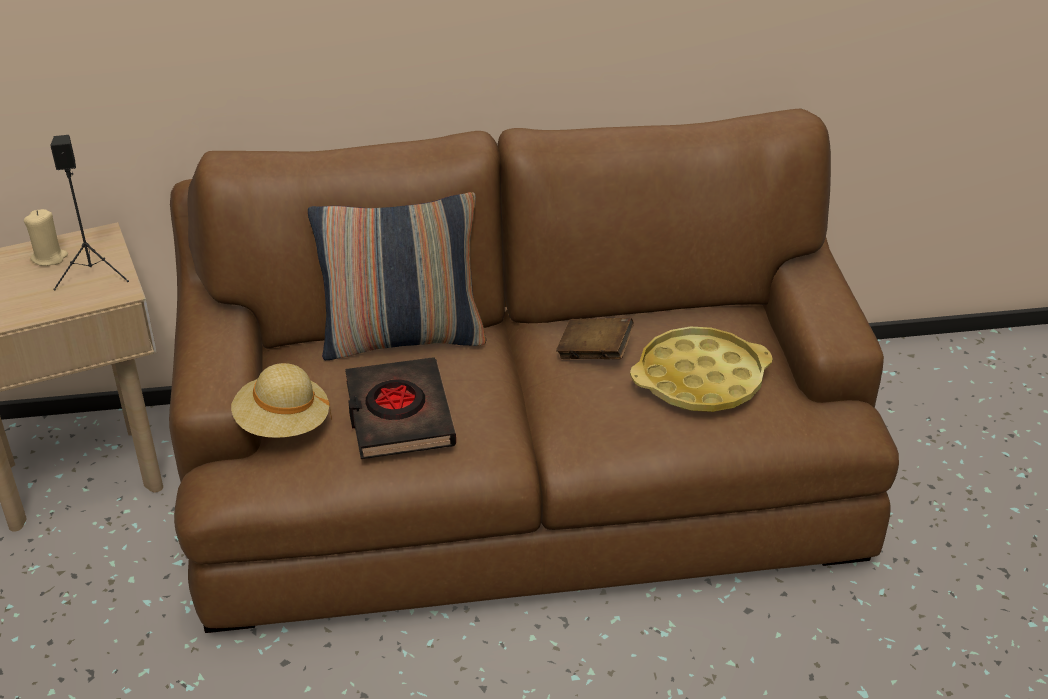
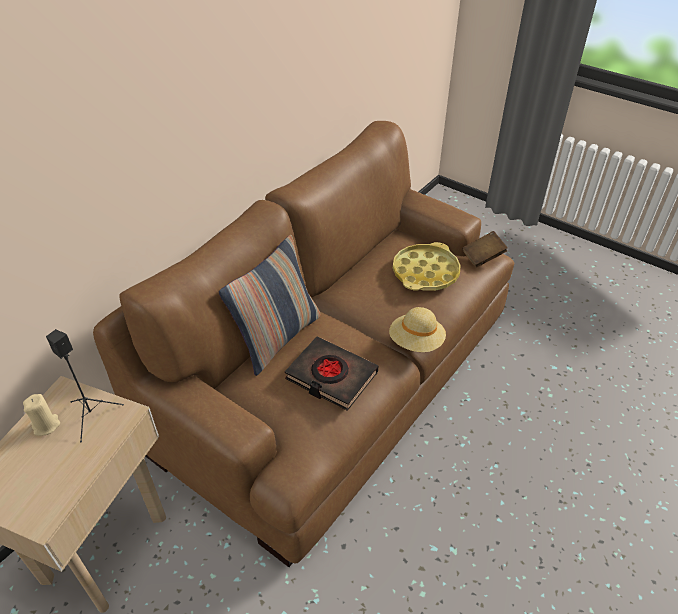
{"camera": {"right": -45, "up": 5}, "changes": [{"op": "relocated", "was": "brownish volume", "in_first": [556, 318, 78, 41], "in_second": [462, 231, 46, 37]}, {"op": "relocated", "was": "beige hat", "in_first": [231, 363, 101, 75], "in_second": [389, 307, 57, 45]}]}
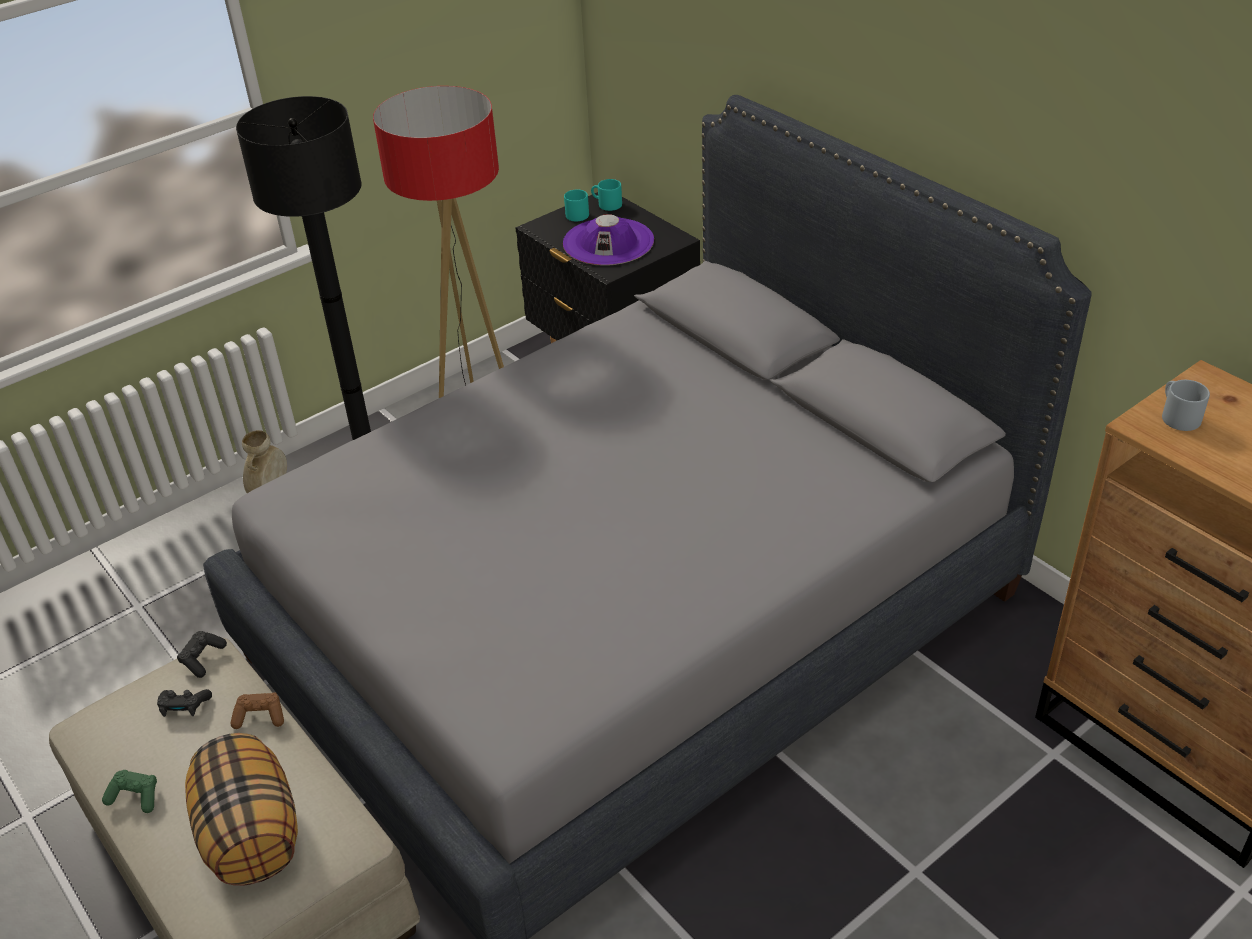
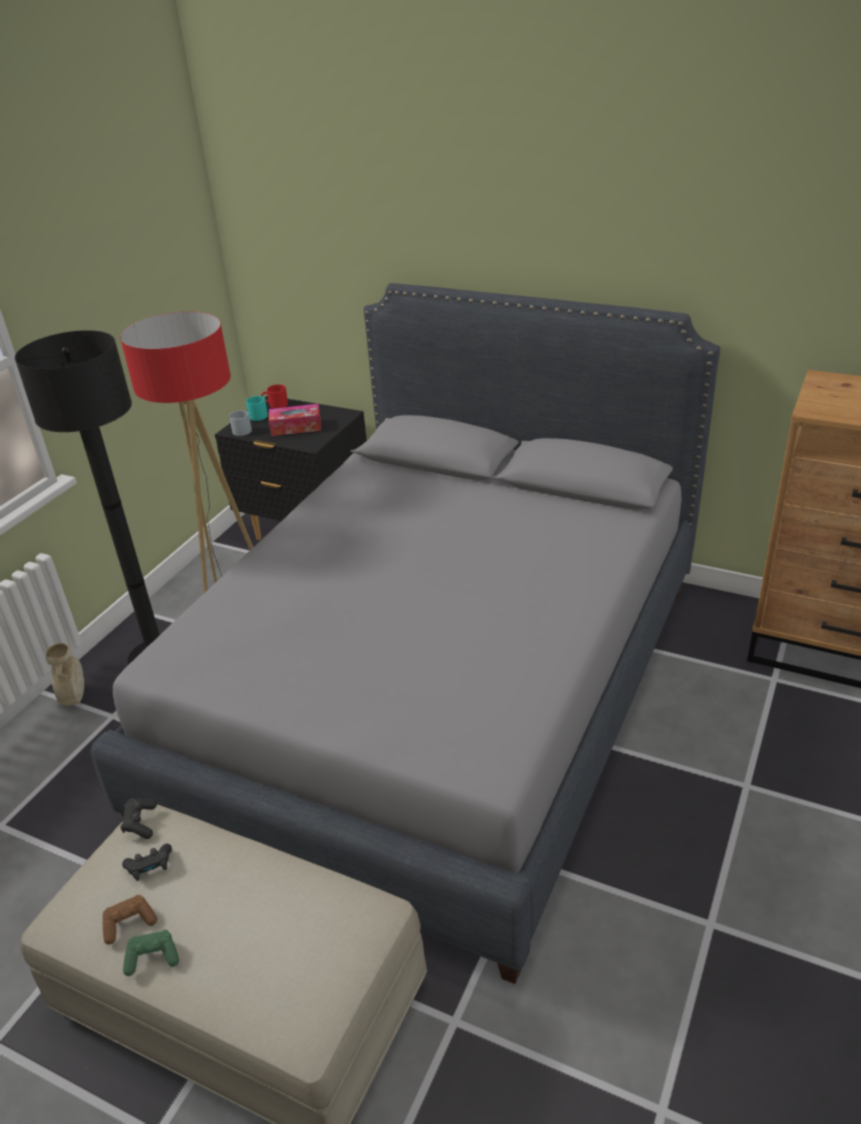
{"camera": {"right": -25, "up": -5}, "changes": [{"op": "colour", "was": "turquoise mug", "now": "reddish mug", "in_first": [591, 179, 31, 32], "in_second": [261, 384, 27, 25]}, {"op": "exchanged", "was": "purple-coloured hat", "now": "tissue holder", "in_first": [563, 214, 91, 51], "in_second": [269, 404, 52, 32]}, {"op": "relocated", "was": "gray mug", "in_first": [1162, 380, 48, 51], "in_second": [229, 410, 23, 26]}, {"op": "relocated", "was": "brownish gamepad", "in_first": [231, 692, 53, 37], "in_second": [103, 895, 54, 50]}, {"op": "missing", "was": "cushion", "in_first": [185, 733, 113, 153]}]}
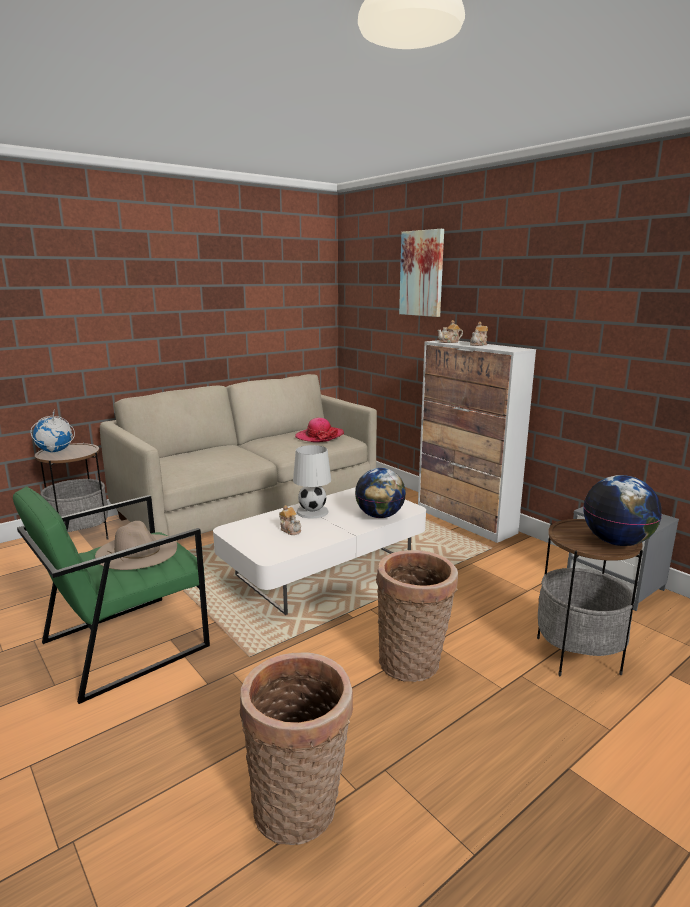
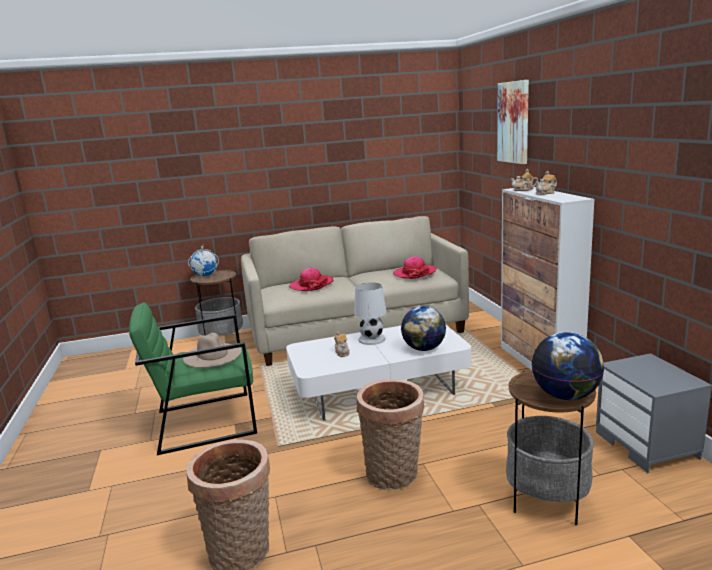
{"camera": {"right": 25, "up": 0}, "changes": [{"op": "appeared", "now": "hat", "in_second": [289, 268, 44, 23]}]}
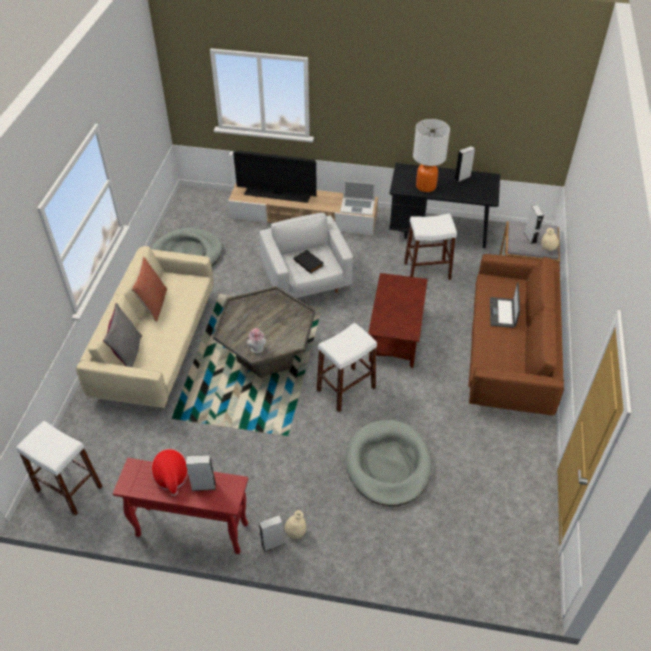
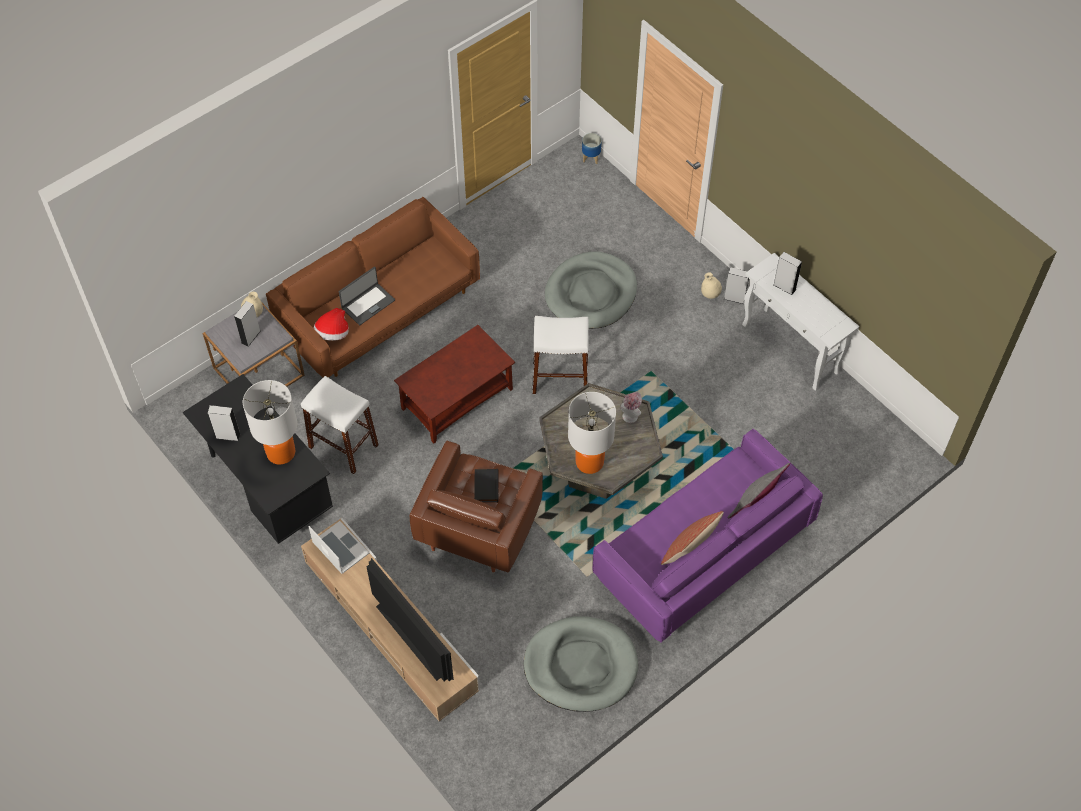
{"camera": {"right": -140, "up": 10}, "changes": [{"op": "colour", "was": "whitish lounge chair", "now": "brownish lounge chair", "in_first": [259, 213, 94, 85], "in_second": [410, 440, 133, 133]}, {"op": "colour", "was": "beige sofa", "now": "purple-coloured sofa", "in_first": [76, 246, 138, 162], "in_second": [593, 429, 230, 214]}, {"op": "missing", "was": "whitish stool seat", "in_first": [16, 421, 87, 95]}, {"op": "relocated", "was": "hat", "in_first": [151, 449, 37, 47], "in_second": [314, 308, 35, 33]}, {"op": "colour", "was": "reddish narrow table", "now": "whitish narrow table", "in_first": [112, 458, 136, 96], "in_second": [742, 253, 117, 138]}, {"op": "appeared", "now": "plant pot", "in_second": [582, 133, 20, 31]}, {"op": "appeared", "now": "table lamp", "in_second": [568, 392, 48, 82]}]}
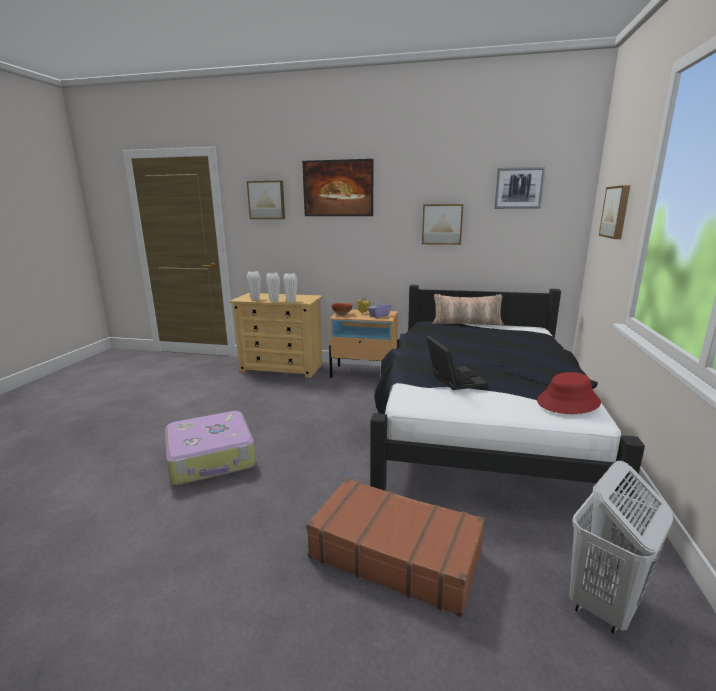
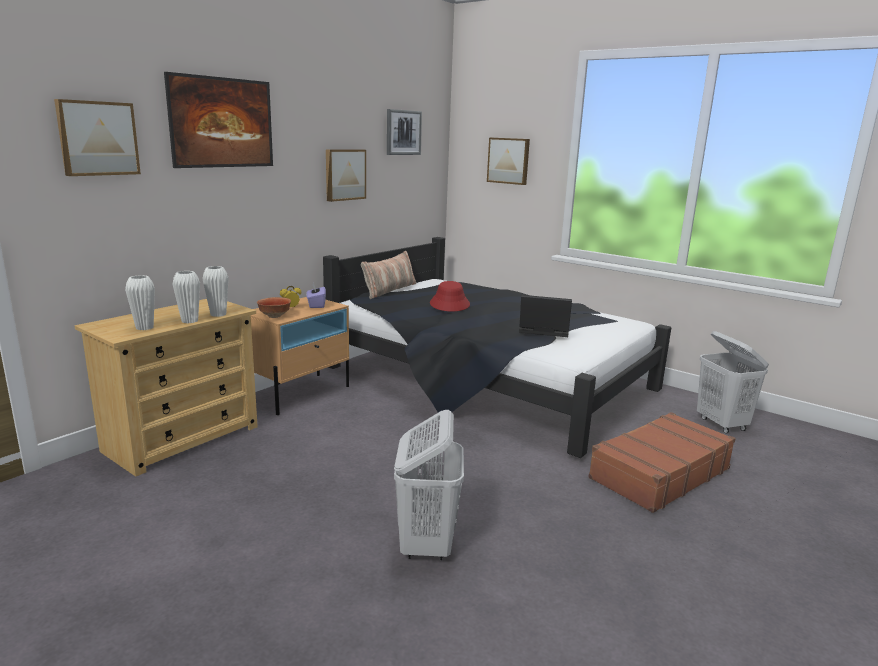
{"camera": {"right": -65, "up": 0}, "changes": [{"op": "relocated", "was": "reddish hat", "in_first": [537, 372, 64, 42], "in_second": [430, 281, 40, 31]}, {"op": "exchanged", "was": "suitcase", "now": "whitish washing basket", "in_first": [165, 411, 91, 74], "in_second": [394, 410, 70, 150]}]}
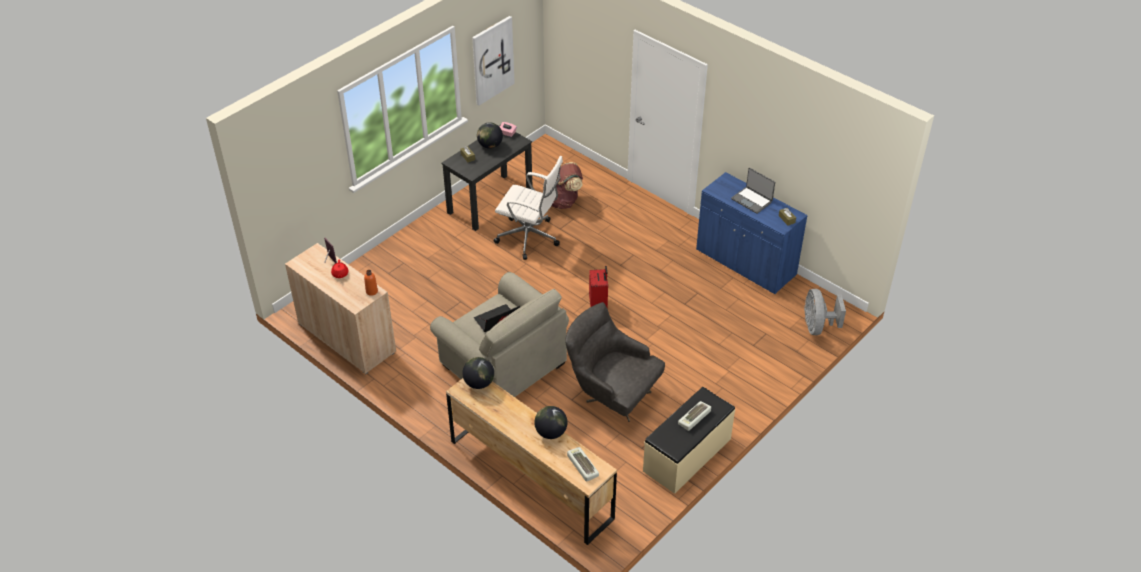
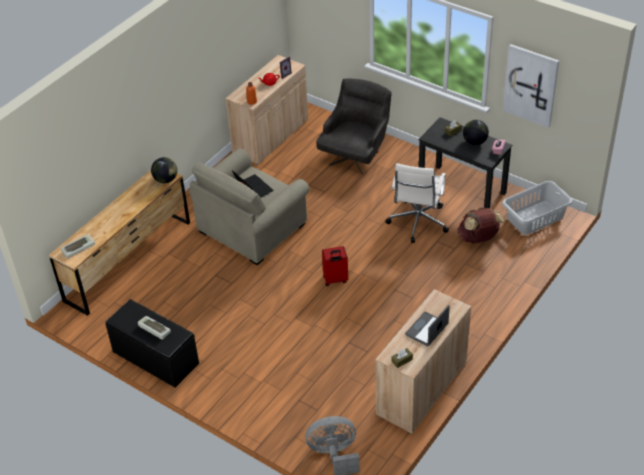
{"camera": {"right": 85, "up": 0}, "changes": [{"op": "colour", "was": "bluish cupboard", "now": "beige cupboard", "in_first": [696, 172, 112, 122], "in_second": [375, 289, 96, 145]}, {"op": "relocated", "was": "gray lounge chair", "in_first": [565, 302, 100, 120], "in_second": [316, 79, 76, 95]}, {"op": "colour", "was": "beige bench", "now": "black-coloured bench", "in_first": [643, 387, 92, 107], "in_second": [105, 299, 94, 89]}, {"op": "missing", "was": "desk globe", "in_first": [534, 406, 33, 33]}, {"op": "appeared", "now": "gray washing basket", "in_second": [502, 181, 71, 54]}]}
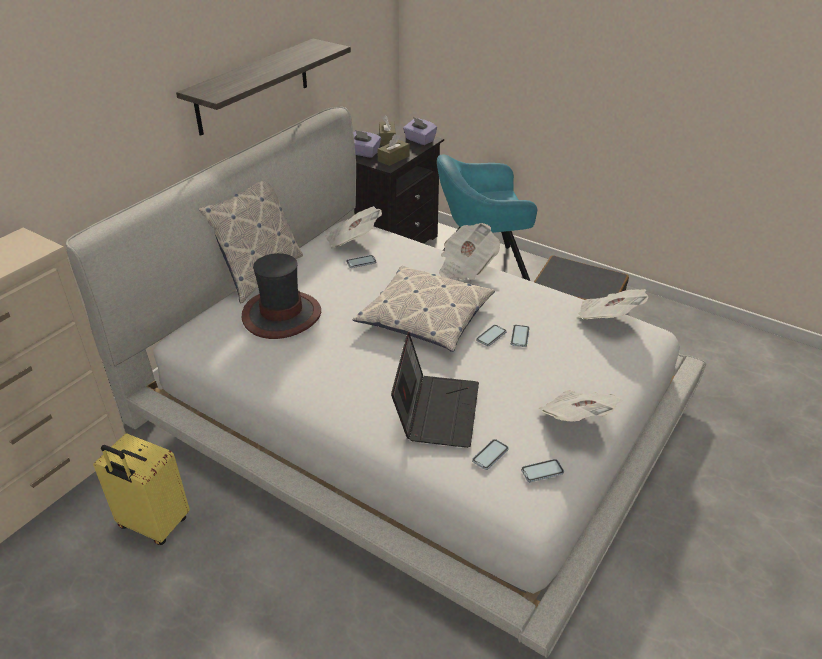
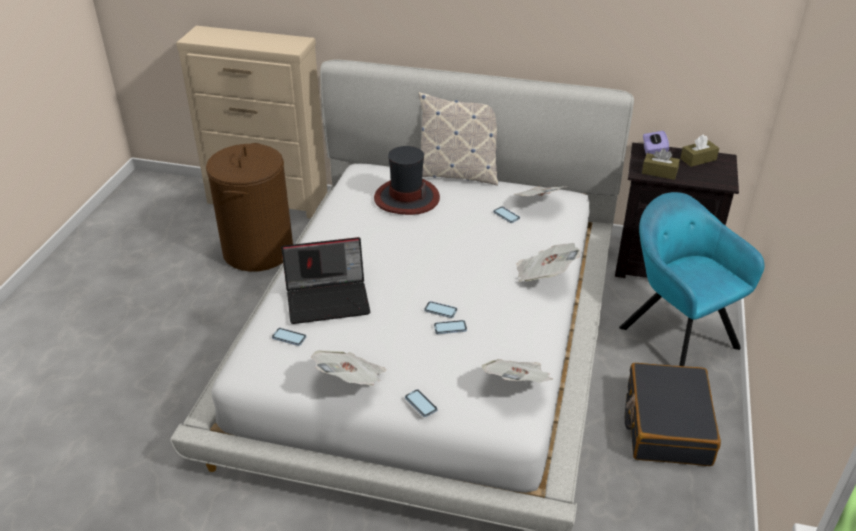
{"camera": {"right": 70, "up": 0}, "changes": [{"op": "missing", "was": "bracket shelf", "in_first": [176, 39, 175, 97]}, {"op": "missing", "was": "purple-coloured tissue holder", "in_first": [403, 117, 34, 28]}, {"op": "missing", "was": "cushion", "in_first": [353, 266, 142, 86]}, {"op": "exchanged", "was": "yellow-coloured suitcase", "now": "brownish washing basket", "in_first": [93, 433, 97, 112], "in_second": [206, 143, 87, 129]}, {"op": "relocated", "was": "phone", "in_first": [521, 459, 43, 23], "in_second": [405, 389, 32, 28]}]}
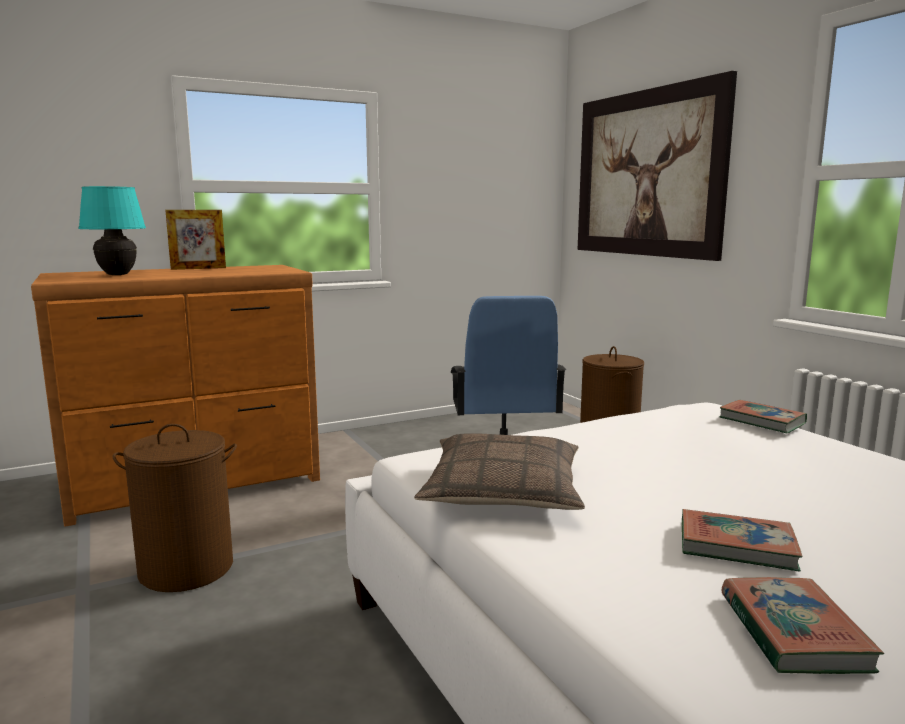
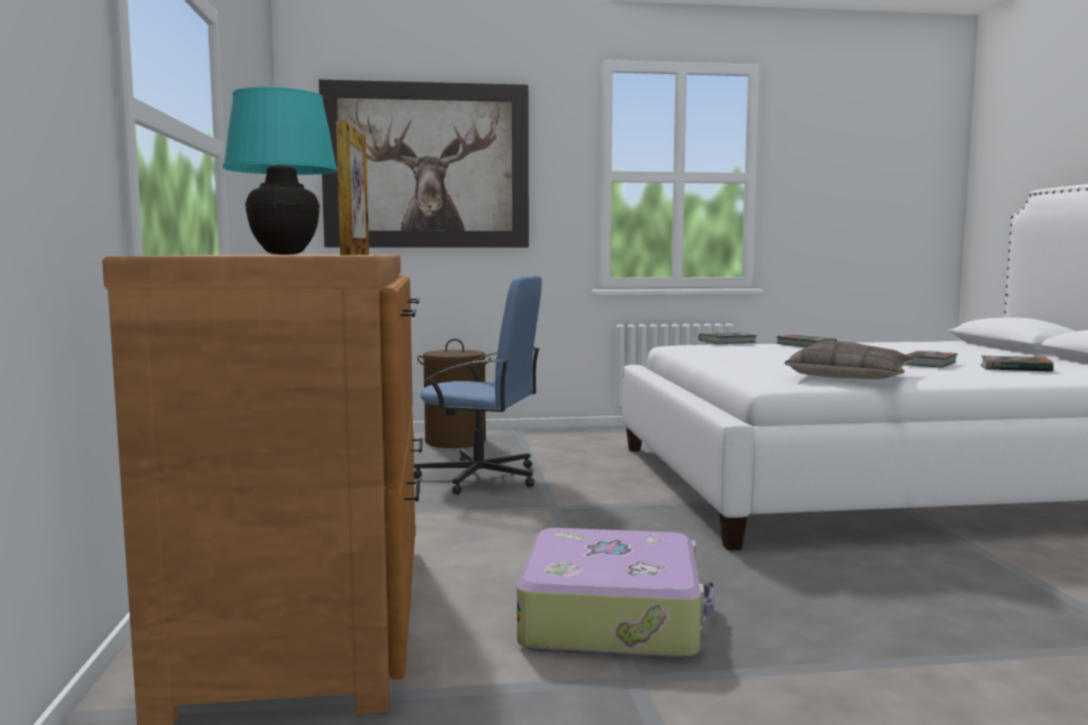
{"camera": {"right": -70, "up": -5}, "changes": [{"op": "relocated", "was": "picture frame", "in_first": [165, 210, 61, 60], "in_second": [336, 120, 33, 135]}, {"op": "exchanged", "was": "brownish washing basket", "now": "suitcase", "in_first": [113, 424, 124, 168], "in_second": [517, 528, 198, 131]}, {"op": "appeared", "now": "volume", "in_second": [776, 335, 61, 12]}]}
